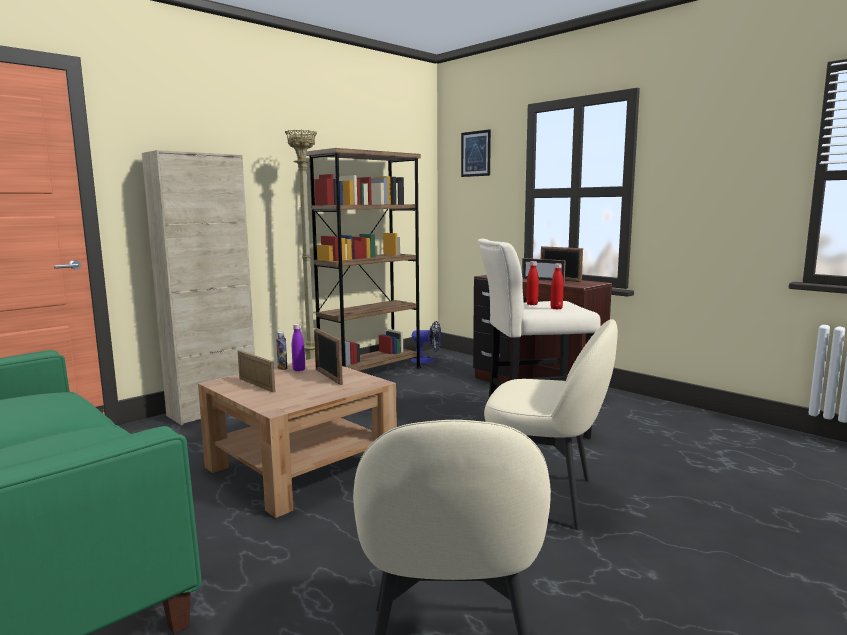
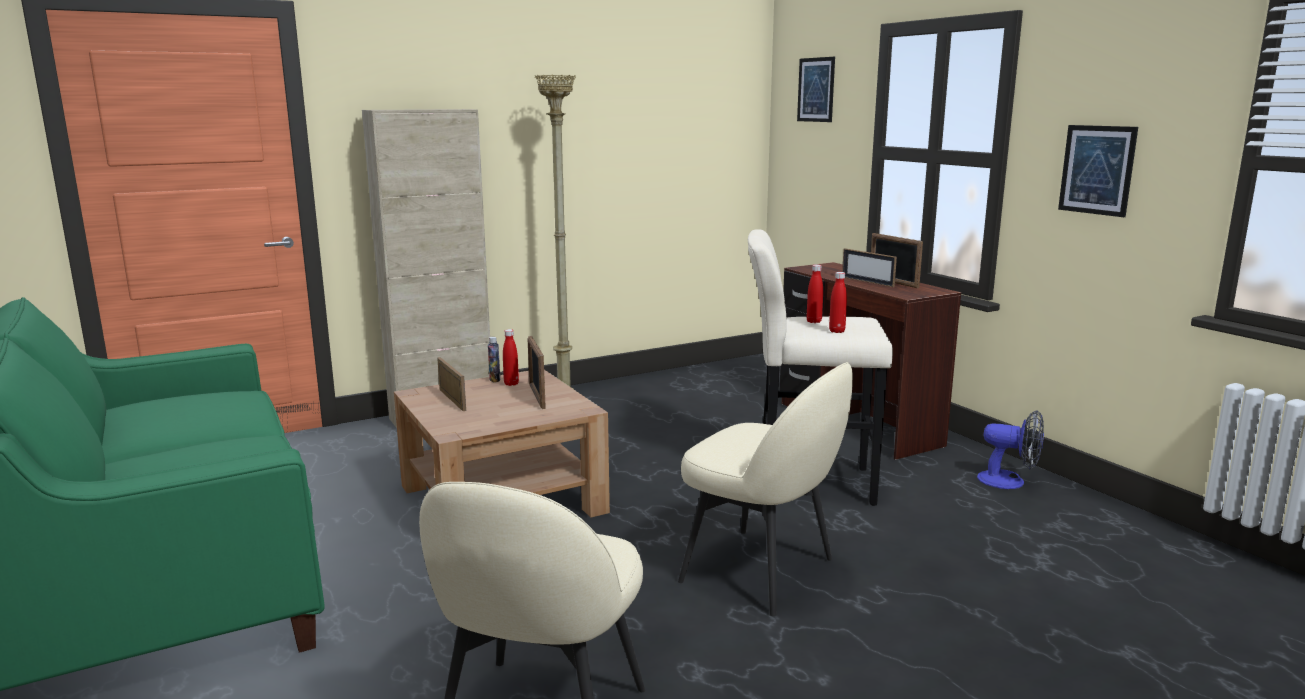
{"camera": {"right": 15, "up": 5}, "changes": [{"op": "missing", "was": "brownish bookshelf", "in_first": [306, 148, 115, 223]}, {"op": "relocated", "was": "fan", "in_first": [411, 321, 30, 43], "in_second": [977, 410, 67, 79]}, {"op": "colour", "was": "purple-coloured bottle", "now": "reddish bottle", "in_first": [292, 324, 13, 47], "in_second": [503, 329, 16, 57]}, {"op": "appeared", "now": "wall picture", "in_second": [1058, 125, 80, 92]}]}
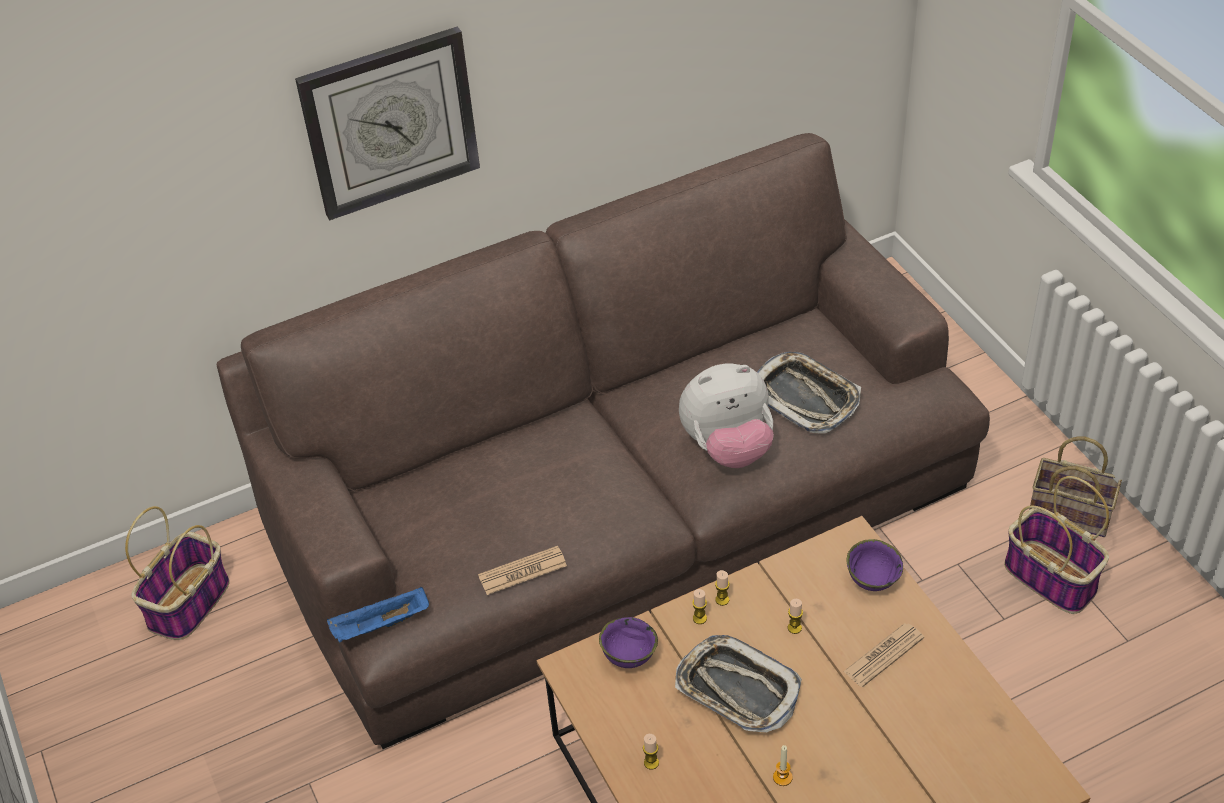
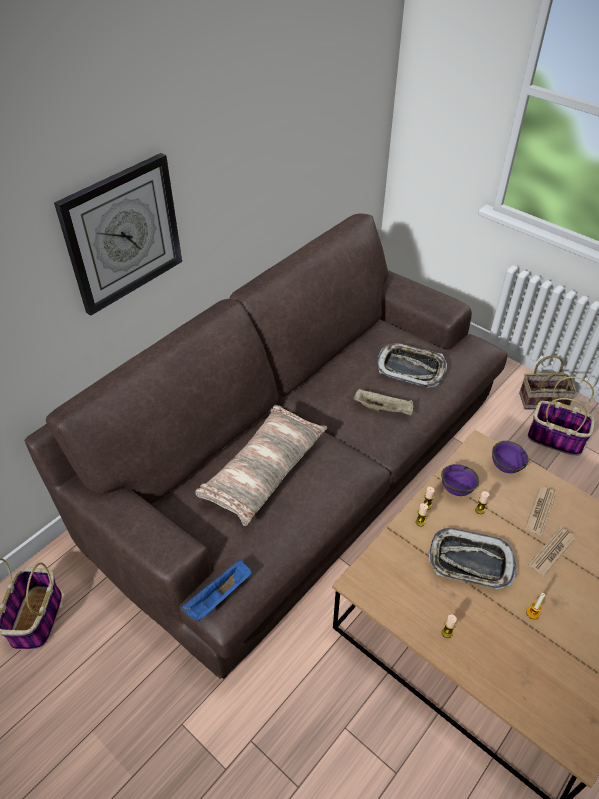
{"camera": {"right": -25, "up": 0}, "changes": [{"op": "exchanged", "was": "plush toy", "now": "beige tray", "in_first": [679, 364, 95, 104], "in_second": [353, 389, 60, 26]}, {"op": "relocated", "was": "newspaper", "in_first": [478, 546, 89, 49], "in_second": [528, 527, 47, 49]}, {"op": "relocated", "was": "purple-coloured bowl", "in_first": [599, 617, 59, 51], "in_second": [441, 464, 38, 32]}, {"op": "appeared", "now": "cushion", "in_second": [195, 405, 132, 121]}]}
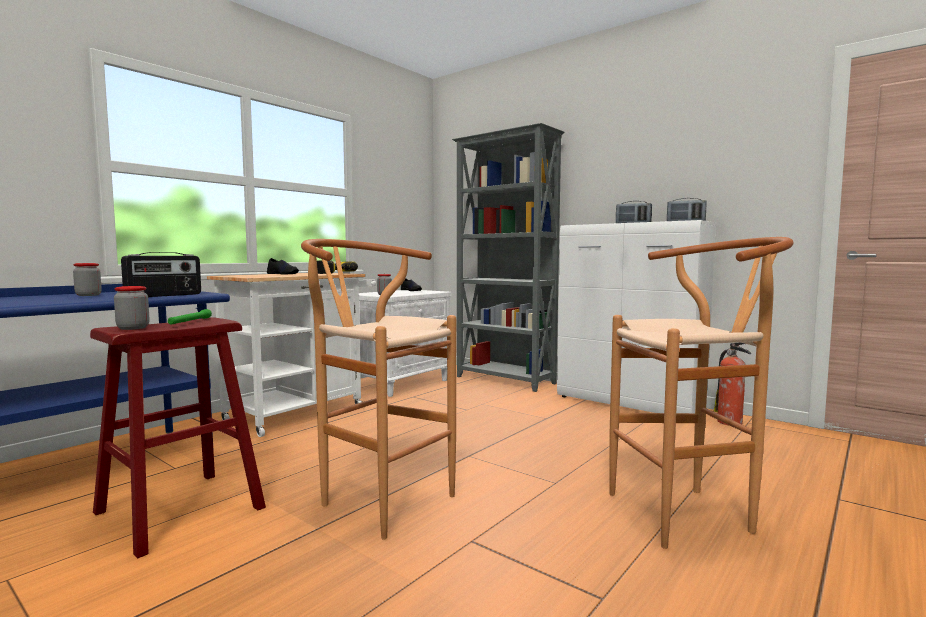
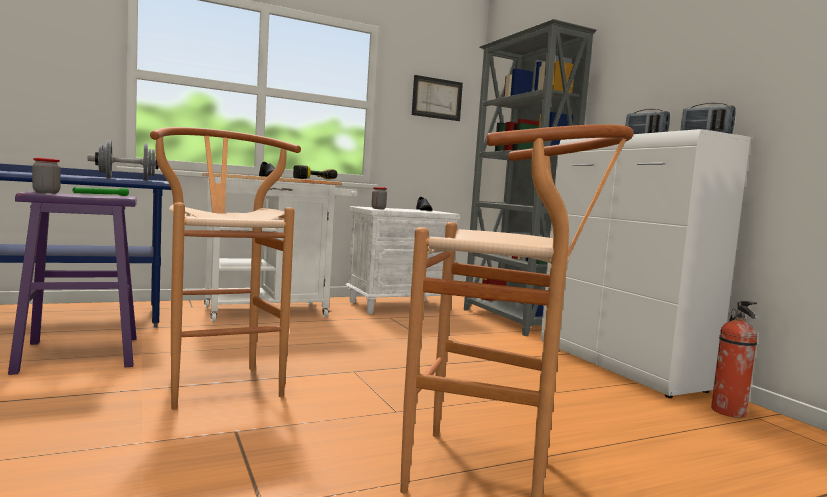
{"camera": {"right": 25, "up": 0}, "changes": [{"op": "exchanged", "was": "radio receiver", "now": "gray free weight", "in_first": [121, 252, 80, 45], "in_second": [88, 140, 70, 41]}, {"op": "missing", "was": "preserve jar", "in_first": [73, 263, 29, 33]}, {"op": "colour", "was": "reddish stool seat", "now": "purple-coloured stool seat", "in_first": [90, 318, 176, 240], "in_second": [8, 191, 129, 184]}, {"op": "appeared", "now": "wall picture", "in_second": [412, 75, 51, 46]}]}
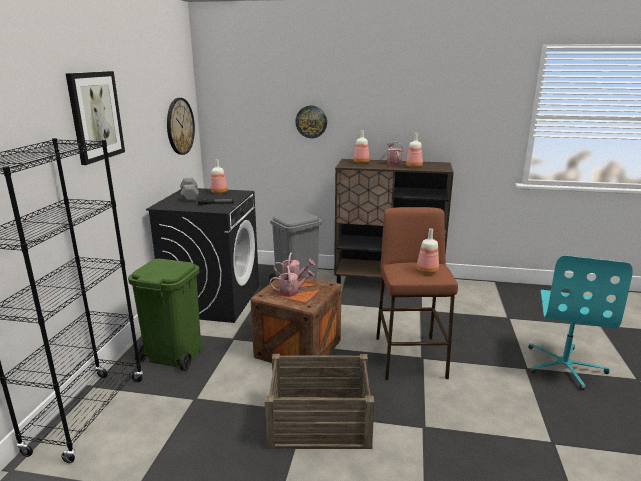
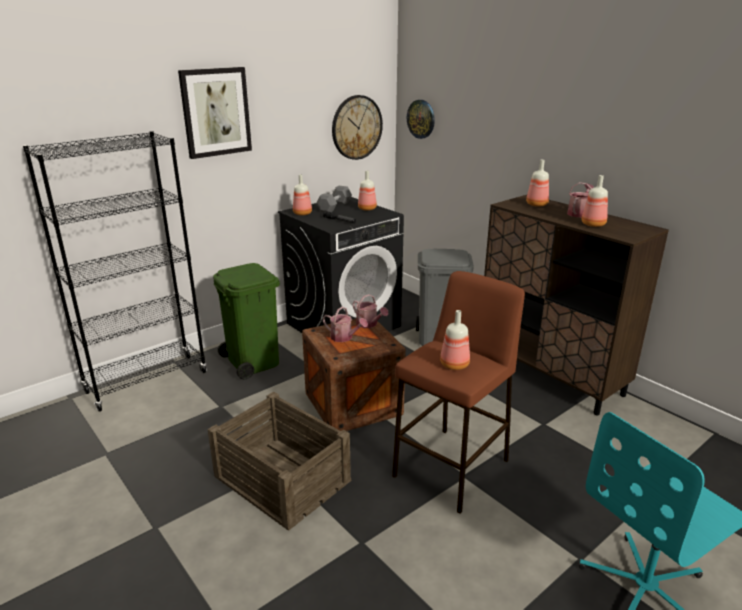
{"camera": {"right": 40, "up": 5}, "changes": [{"op": "relocated", "was": "clock on the wall", "in_first": [295, 106, 32, 32], "in_second": [407, 100, 28, 39]}, {"op": "appeared", "now": "bottle", "in_second": [293, 174, 19, 41]}]}
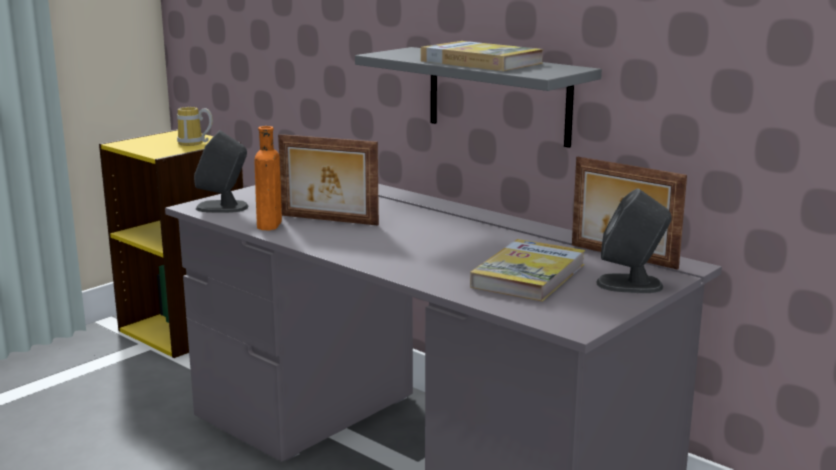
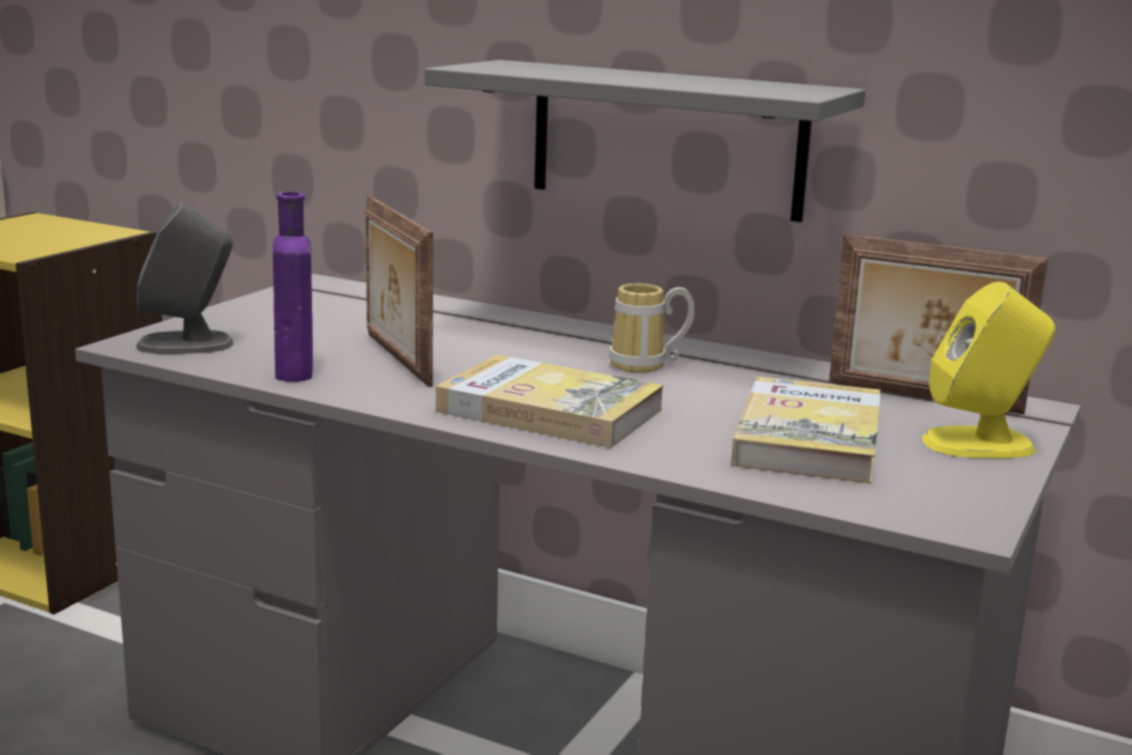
{"camera": {"right": -15, "up": 0}, "changes": [{"op": "relocated", "was": "volume", "in_first": [421, 41, 122, 30], "in_second": [436, 355, 228, 93]}, {"op": "relocated", "was": "mug", "in_first": [177, 107, 36, 39], "in_second": [609, 283, 86, 90]}, {"op": "colour", "was": "orange-coloured bottle", "now": "purple-coloured bottle", "in_first": [254, 126, 28, 104], "in_second": [273, 192, 40, 190]}, {"op": "spun", "was": "picture frame", "in_first": [278, 134, 101, 92], "in_second": [366, 196, 67, 191], "clockwise": 60}, {"op": "colour", "was": "gray audio speaker", "now": "yellow-coloured audio speaker", "in_first": [596, 188, 76, 105], "in_second": [922, 282, 133, 176]}]}
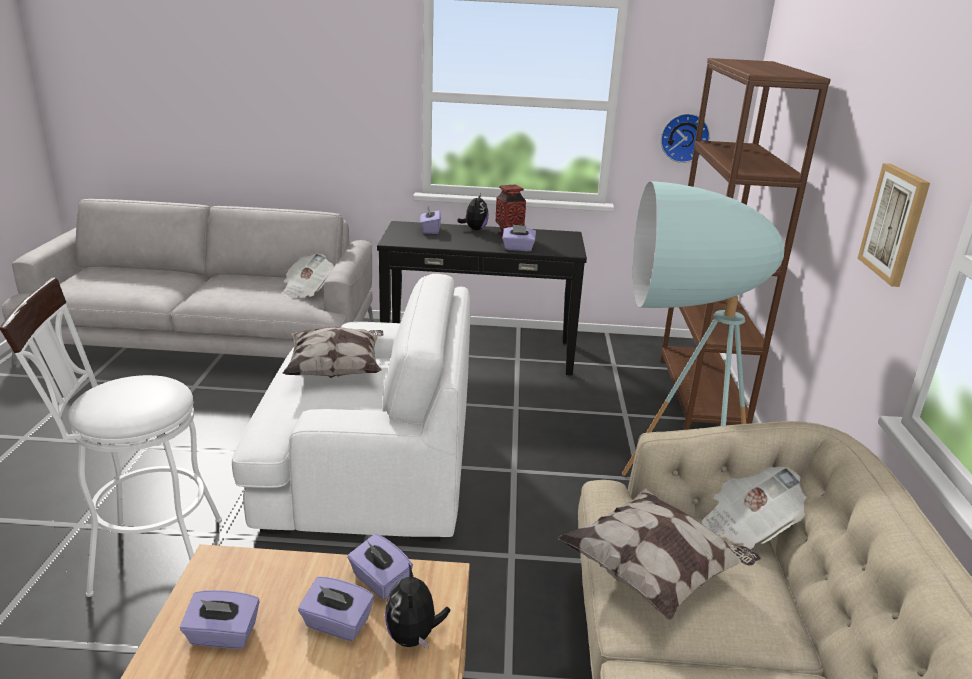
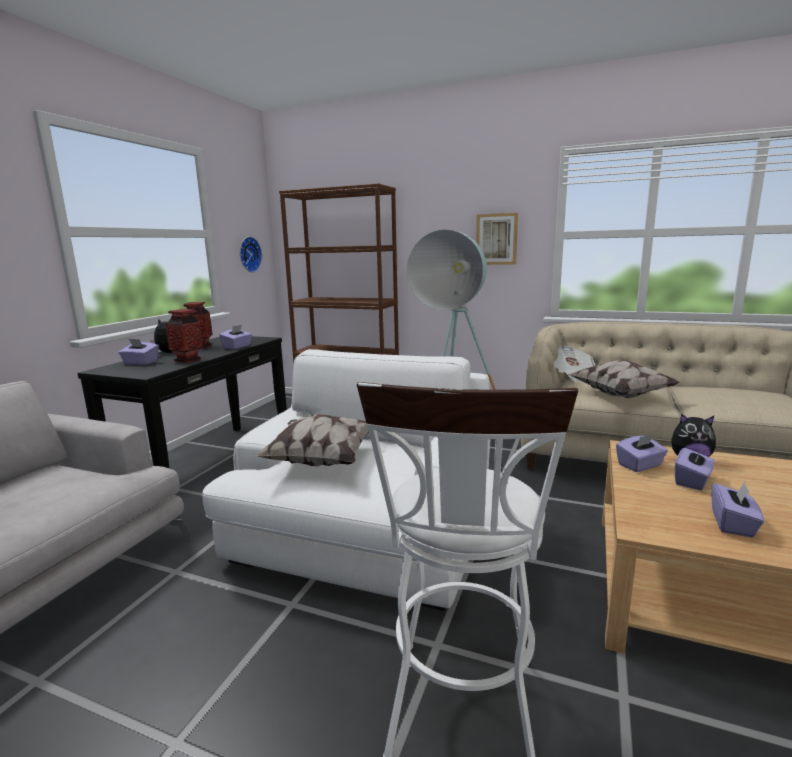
{"camera": {"right": -70, "up": -10}, "changes": [{"op": "missing", "was": "newspaper", "in_first": [282, 253, 52, 45]}, {"op": "appeared", "now": "flower vase", "in_second": [166, 309, 37, 54]}]}
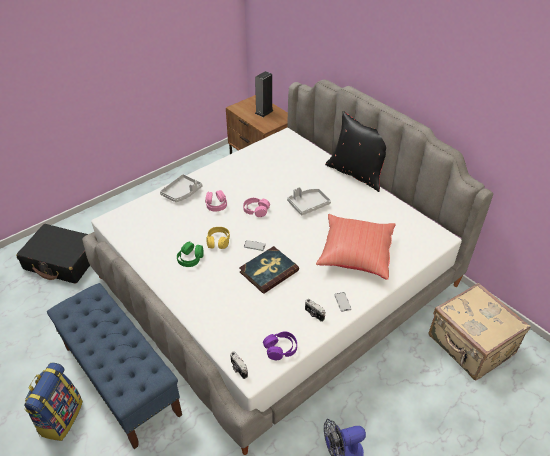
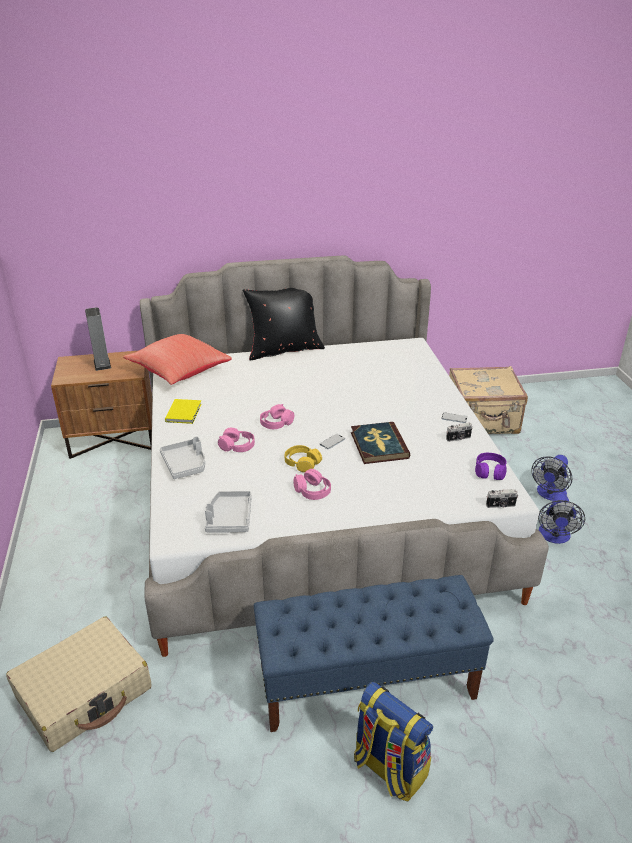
{"camera": {"right": -60, "up": -10}, "changes": [{"op": "relocated", "was": "gray tray", "in_first": [287, 187, 44, 28], "in_second": [205, 491, 47, 41]}, {"op": "relocated", "was": "reddish cushion", "in_first": [316, 214, 80, 66], "in_second": [123, 334, 109, 51]}, {"op": "colour", "was": "black-coloured suitcase", "now": "beige suitcase", "in_first": [16, 224, 74, 60], "in_second": [6, 617, 146, 135]}, {"op": "colour", "was": "green-coloured headset", "now": "pink-coloured headset", "in_first": [177, 241, 27, 26], "in_second": [293, 469, 38, 31]}, {"op": "appeared", "now": "yellow-coloured volume", "in_second": [165, 399, 36, 25]}, {"op": "appeared", "now": "fan", "in_second": [531, 455, 41, 46]}]}
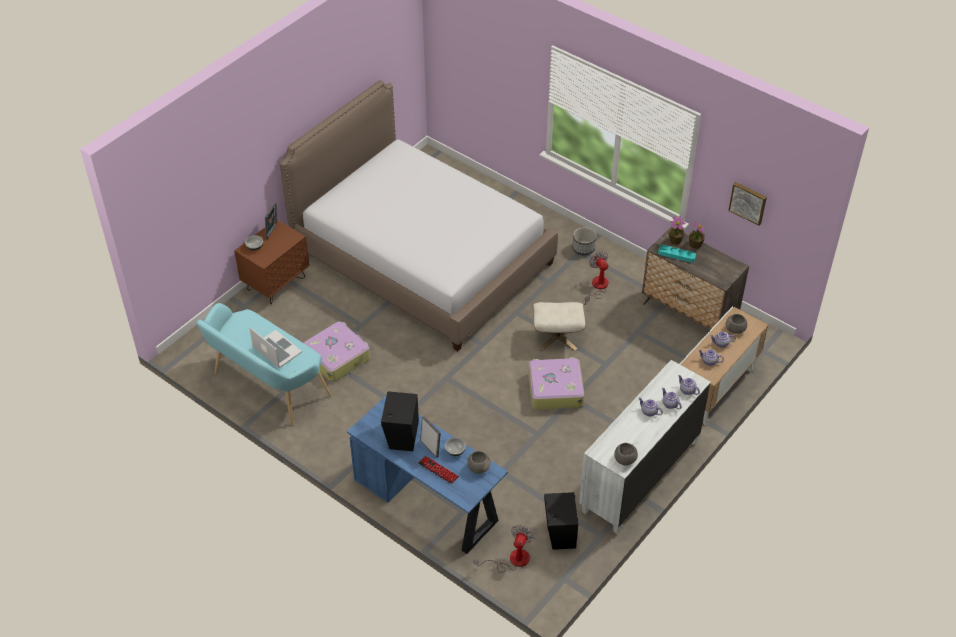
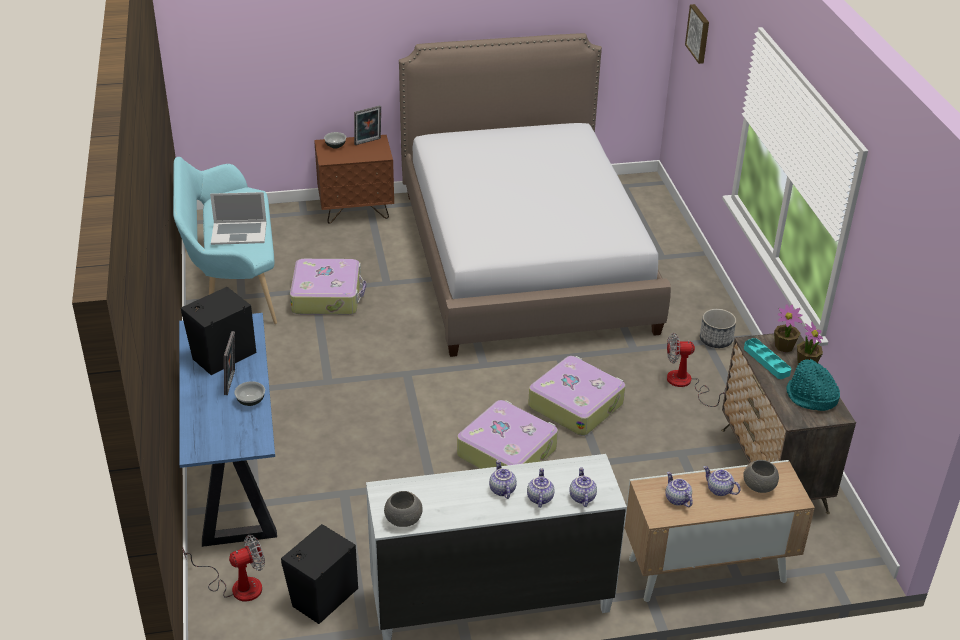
{"camera": {"right": 40, "up": -10}, "changes": [{"op": "relocated", "was": "wall picture", "in_first": [728, 182, 39, 44], "in_second": [685, 4, 24, 60]}, {"op": "spun", "was": "fan", "in_first": [584, 251, 25, 54], "in_second": [667, 333, 59, 74], "clockwise": -105}, {"op": "exchanged", "was": "beige ottoman", "now": "suitcase", "in_first": [533, 302, 53, 49], "in_second": [528, 356, 97, 80]}, {"op": "spun", "was": "notebook computer", "in_first": [249, 327, 53, 41], "in_second": [210, 192, 57, 53], "clockwise": 90}, {"op": "missing", "was": "gray bowl", "in_first": [467, 451, 24, 23]}, {"op": "missing", "was": "keyboard", "in_first": [418, 456, 41, 28]}, {"op": "appeared", "now": "turquoise hat", "in_second": [786, 359, 54, 52]}]}
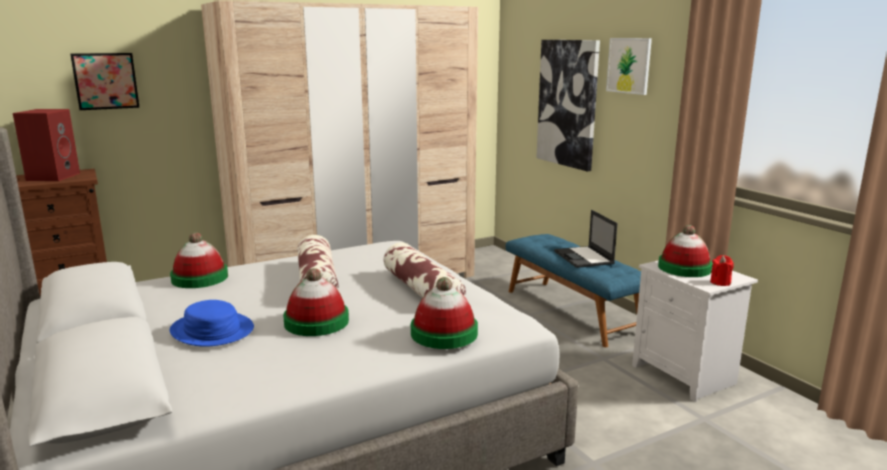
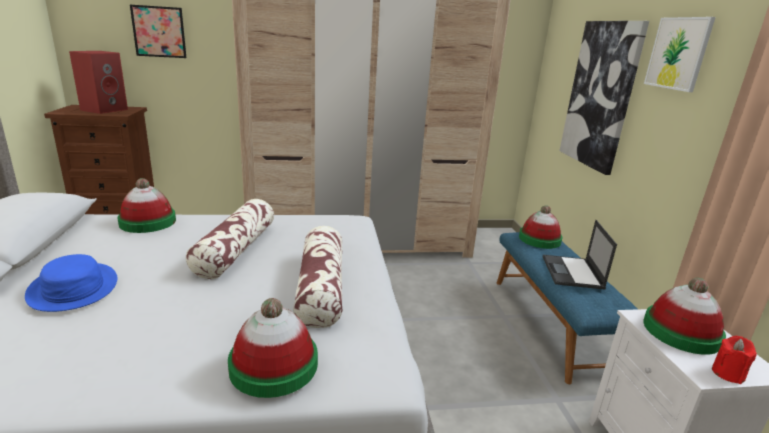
{"camera": {"right": 20, "up": 5}, "changes": [{"op": "relocated", "was": "hat", "in_first": [283, 268, 66, 68], "in_second": [519, 205, 43, 44]}]}
